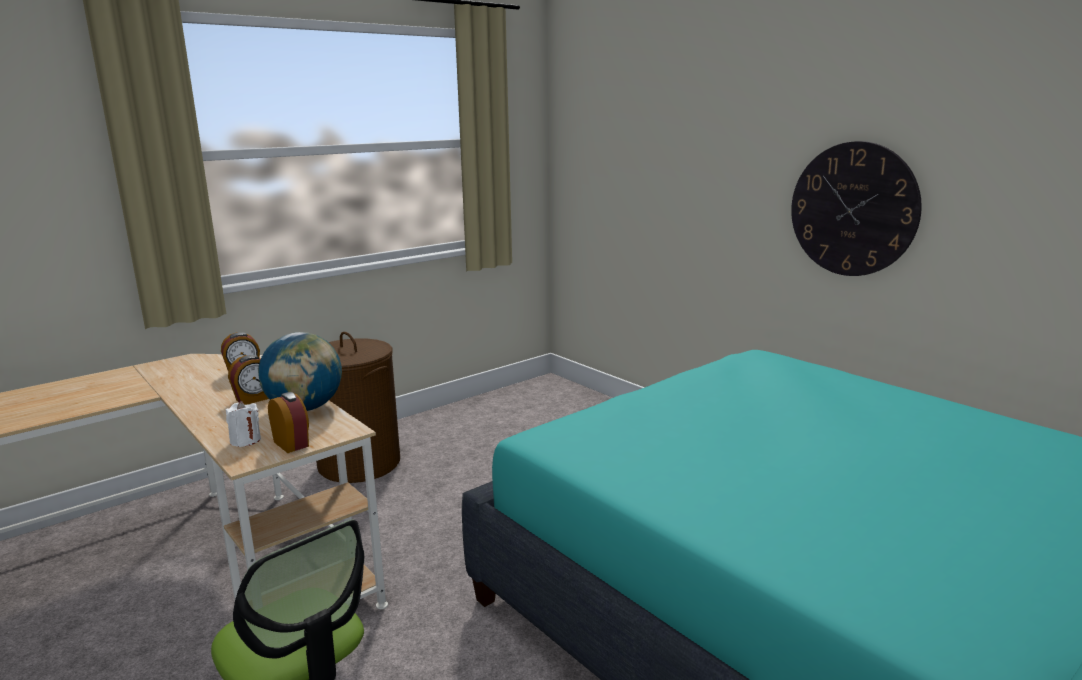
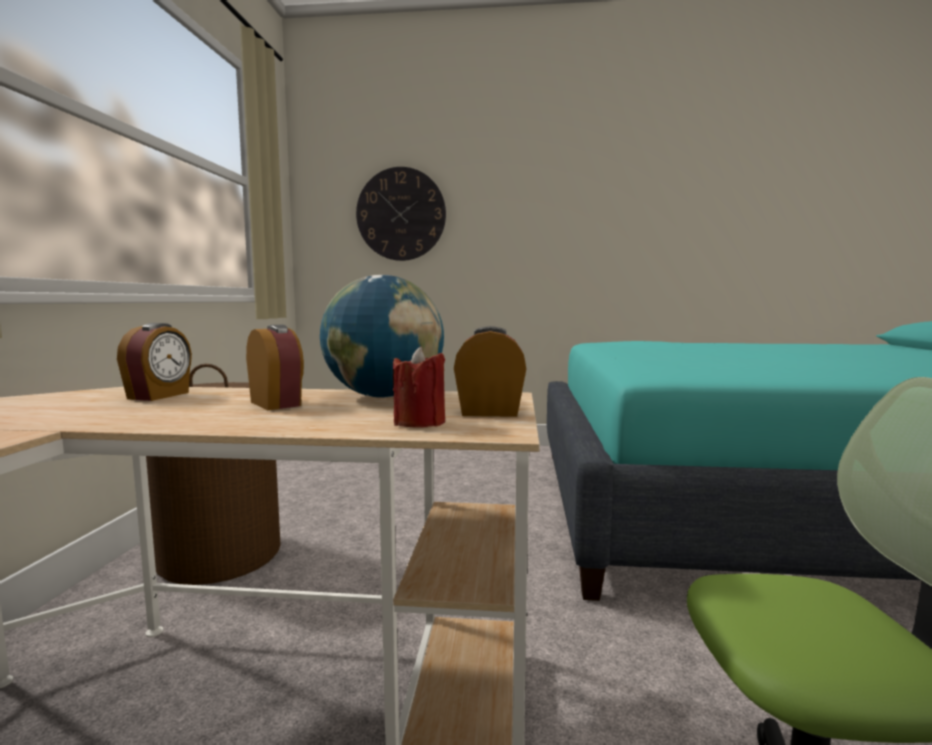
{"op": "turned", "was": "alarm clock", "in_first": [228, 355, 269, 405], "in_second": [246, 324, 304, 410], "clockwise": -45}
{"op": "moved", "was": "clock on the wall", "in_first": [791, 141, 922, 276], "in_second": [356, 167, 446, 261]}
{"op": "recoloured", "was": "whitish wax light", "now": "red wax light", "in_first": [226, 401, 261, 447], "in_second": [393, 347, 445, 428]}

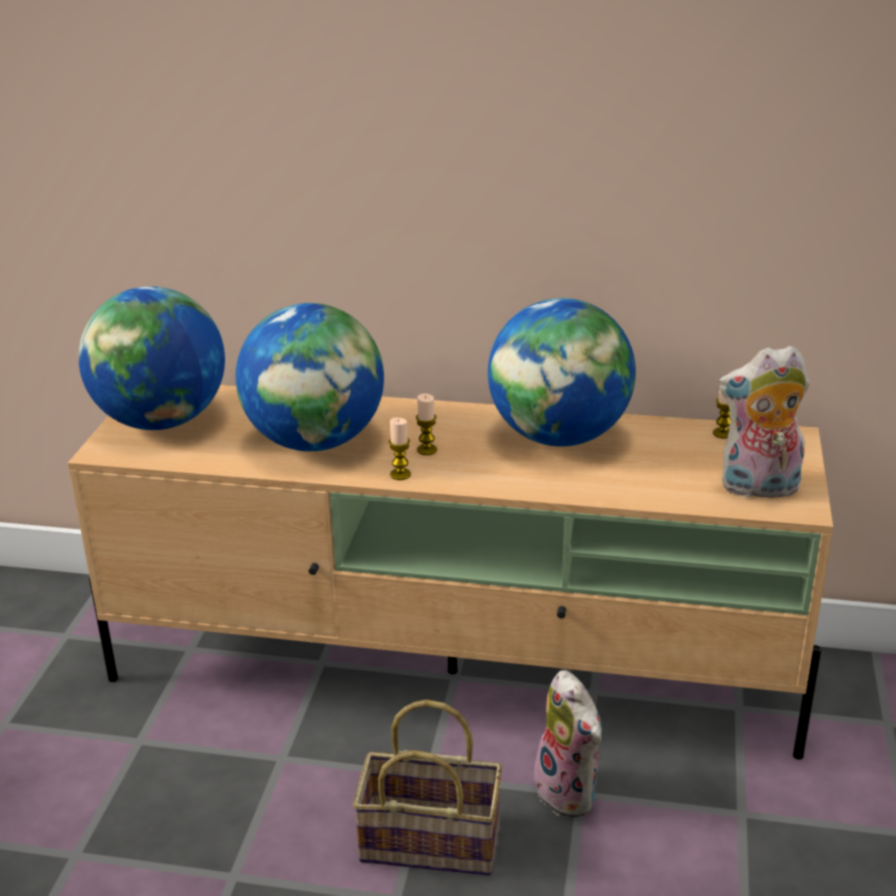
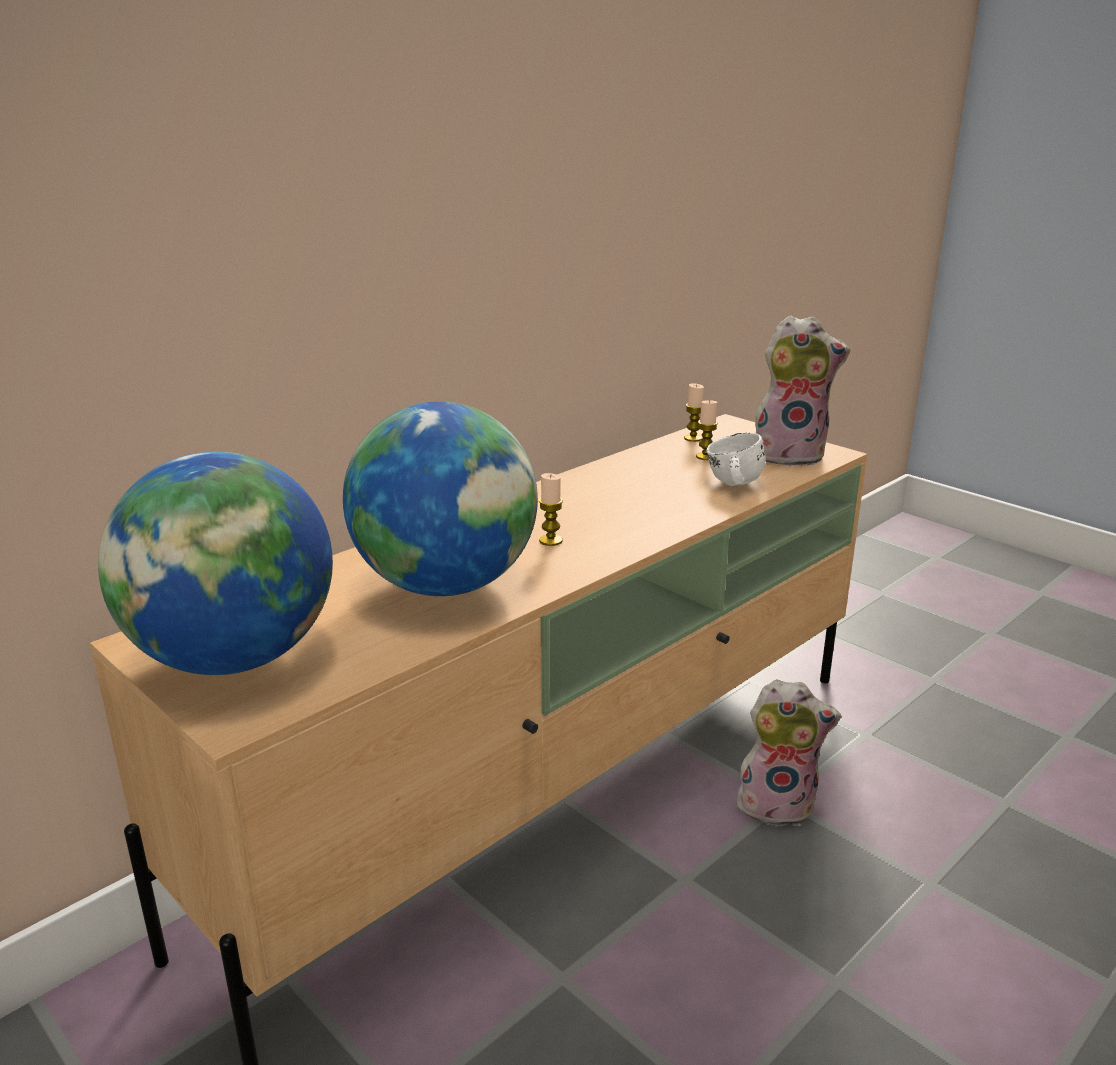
{"op": "moved", "was": "wax light", "in_first": [389, 418, 411, 480], "in_second": [696, 400, 718, 460]}
{"op": "added", "now": "whitish mug", "in_second": [706, 433, 766, 486]}
{"op": "turned", "was": "soft toy", "in_first": [718, 346, 810, 498], "in_second": [755, 315, 850, 466], "clockwise": -120}
{"op": "removed", "was": "basket", "in_first": [353, 699, 502, 876]}
{"op": "removed", "was": "desk globe", "in_first": [488, 298, 636, 447]}

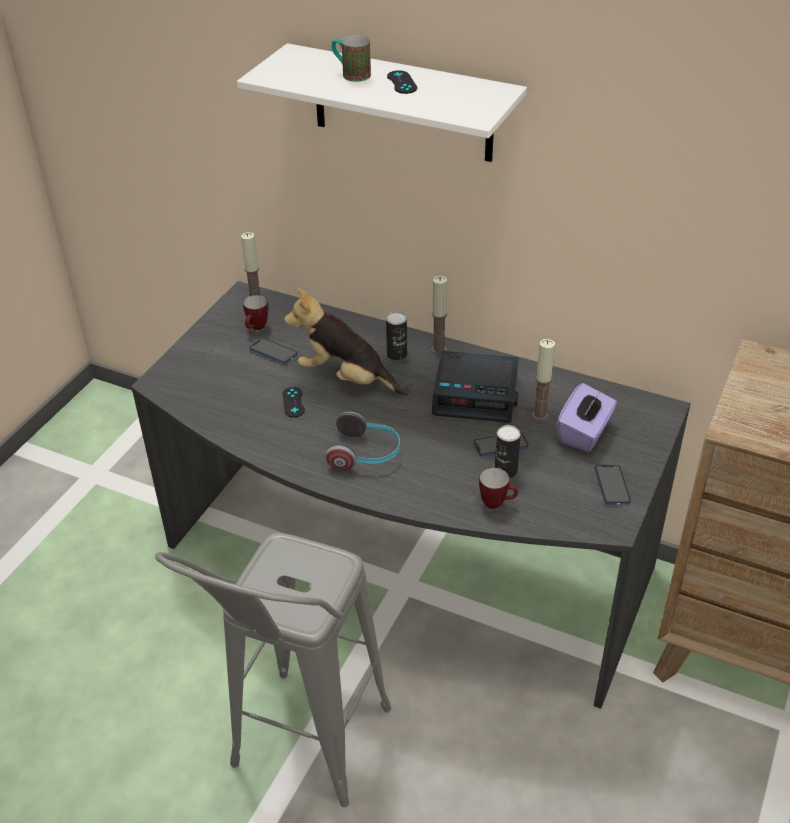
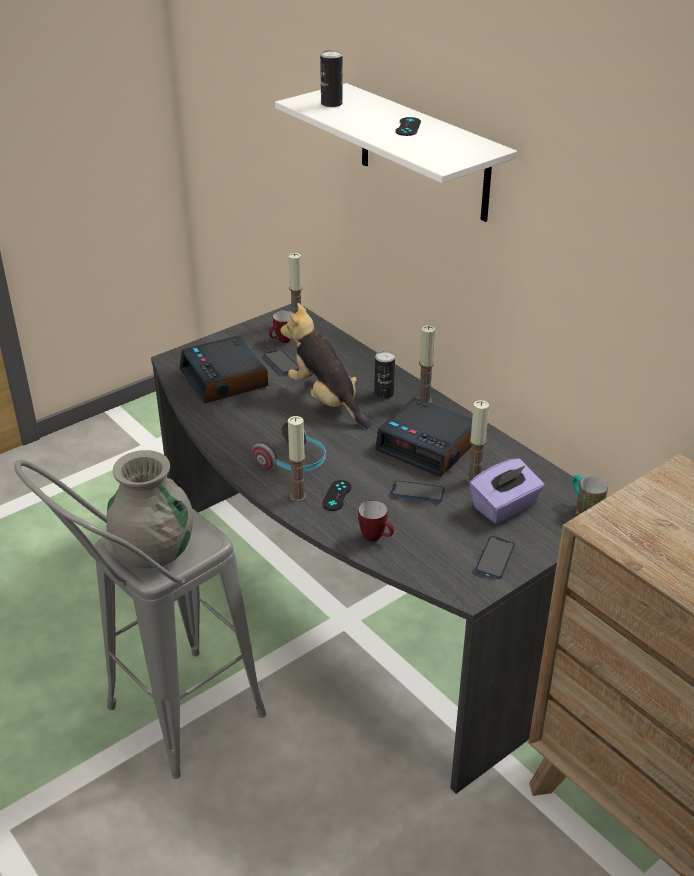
{"op": "added", "now": "gray flower vase", "in_second": [106, 450, 193, 568]}
{"op": "added", "now": "alarm clock", "in_second": [179, 336, 268, 403]}
{"op": "added", "now": "wax light", "in_second": [288, 416, 306, 502]}
{"op": "moved", "was": "sealed can", "in_first": [495, 425, 521, 478], "in_second": [320, 50, 343, 107]}
{"op": "moved", "was": "black joypad", "in_first": [283, 387, 305, 418], "in_second": [322, 480, 351, 511]}
{"op": "moved", "was": "mug", "in_first": [332, 35, 371, 82], "in_second": [573, 474, 608, 515]}

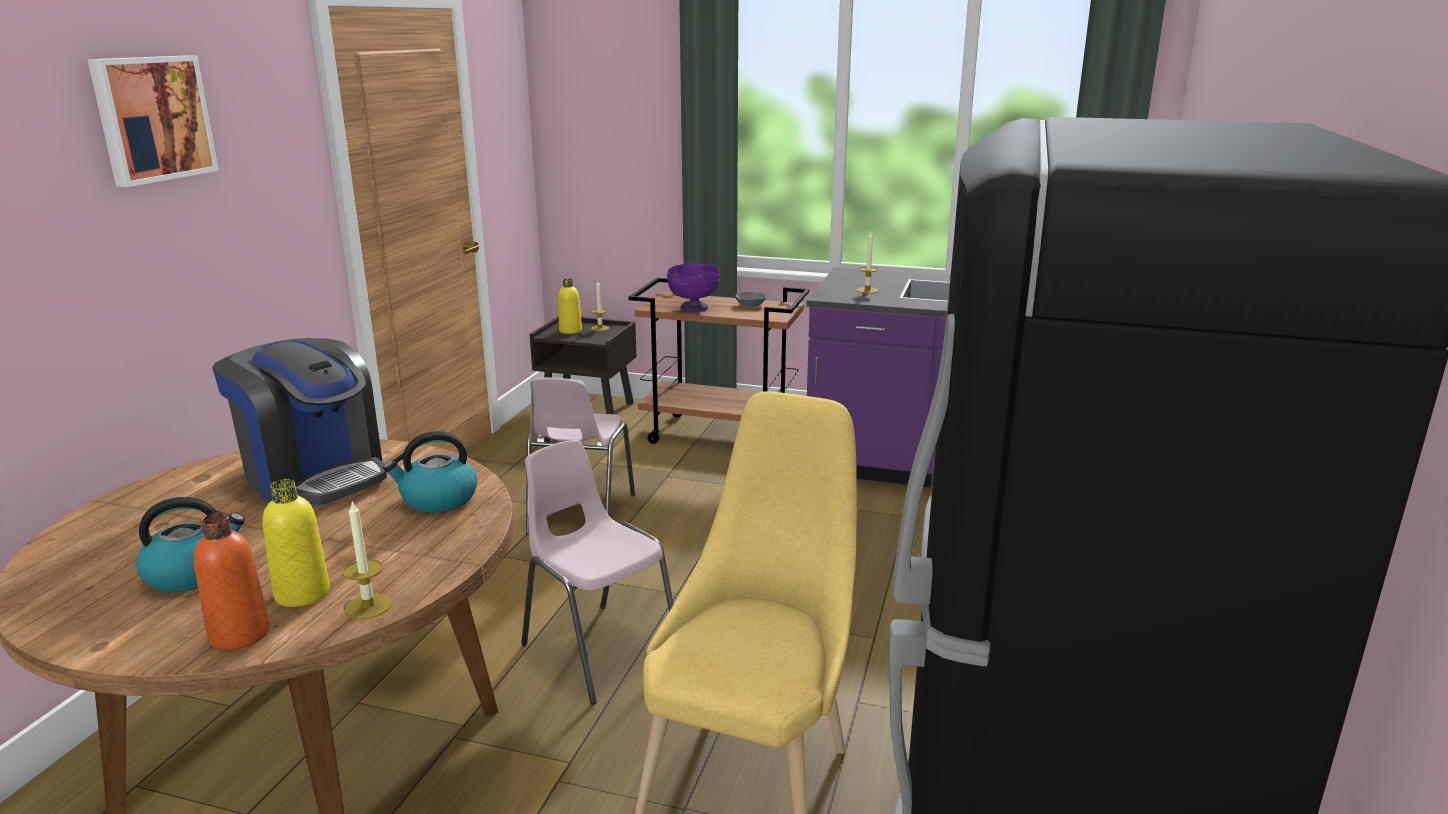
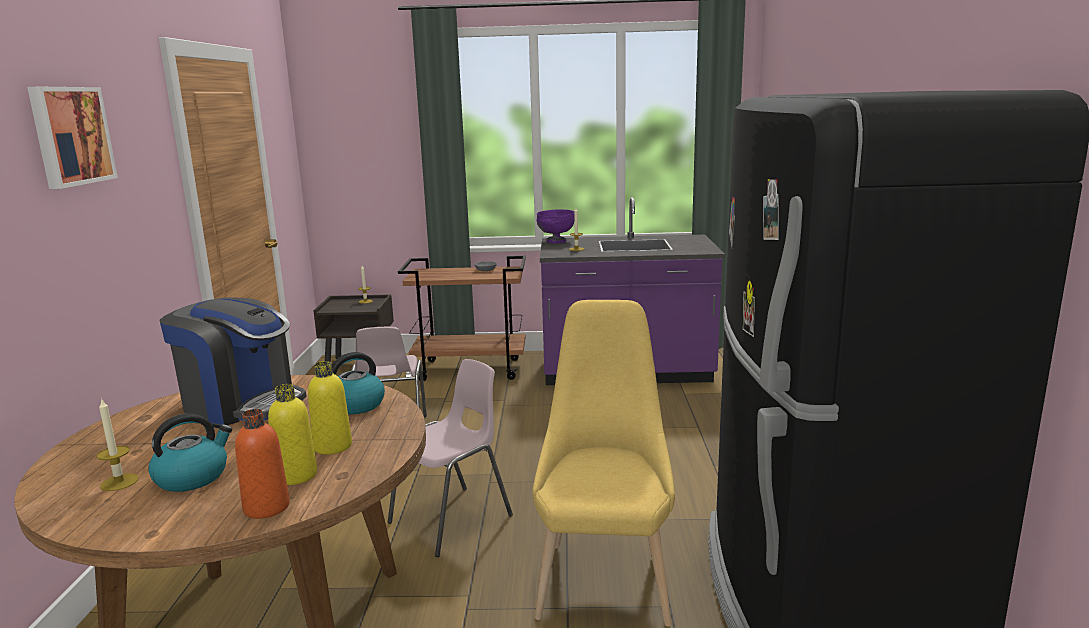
{"op": "moved", "was": "wax light", "in_first": [343, 500, 392, 619], "in_second": [96, 400, 139, 491]}
{"op": "moved", "was": "yellow drink bottle", "in_first": [558, 279, 582, 334], "in_second": [308, 361, 352, 455]}
{"op": "turned", "was": "pinkish upright chair", "in_first": [521, 440, 674, 705], "in_second": [388, 359, 513, 557], "clockwise": 105}
{"op": "moved", "was": "purple-coloured serving bowl", "in_first": [667, 263, 720, 312], "in_second": [537, 209, 574, 244]}

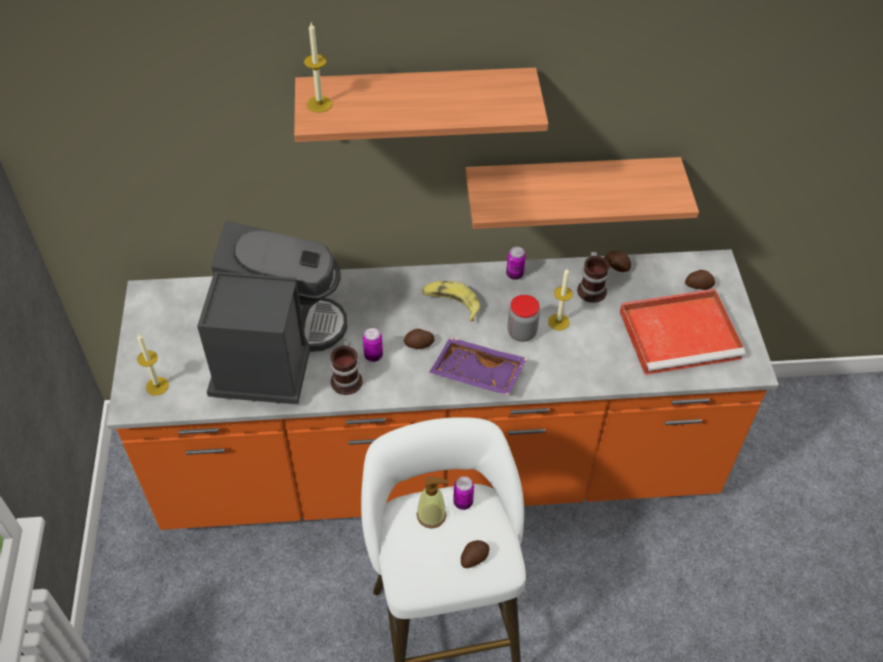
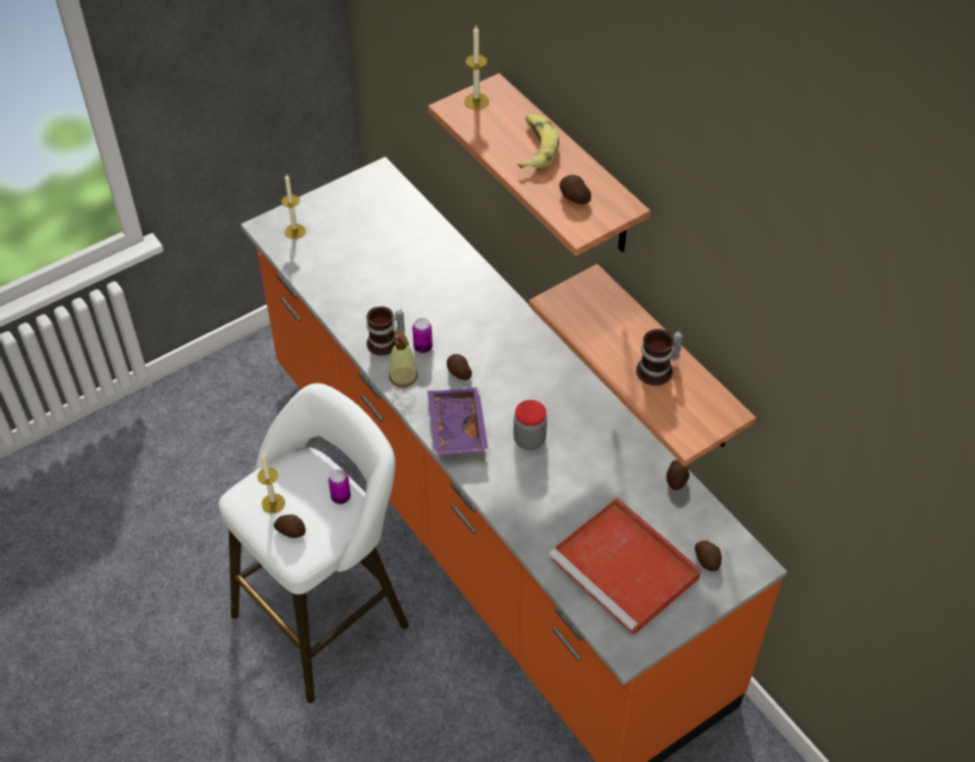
{"op": "moved", "was": "wax light", "in_first": [548, 268, 573, 330], "in_second": [257, 452, 285, 513]}
{"op": "moved", "was": "soap dispenser", "in_first": [417, 477, 448, 528], "in_second": [389, 329, 418, 387]}
{"op": "moved", "was": "banana fruit", "in_first": [422, 281, 480, 321], "in_second": [517, 113, 559, 169]}
{"op": "added", "now": "potato", "in_second": [559, 175, 591, 204]}
{"op": "moved", "was": "mug", "in_first": [577, 252, 610, 303], "in_second": [636, 329, 683, 386]}
{"op": "removed", "was": "coffee maker", "in_first": [197, 221, 347, 404]}
{"op": "removed", "was": "sealed can", "in_first": [506, 247, 526, 280]}

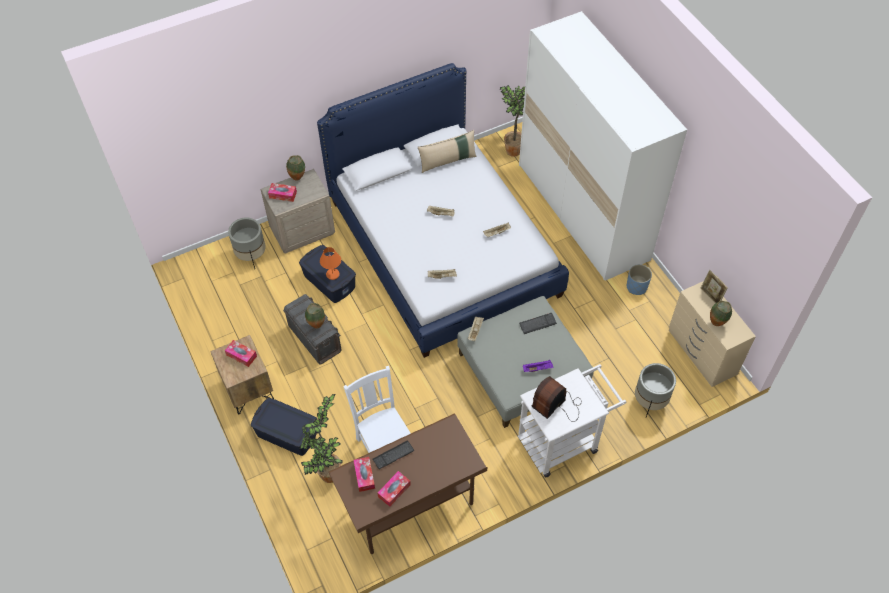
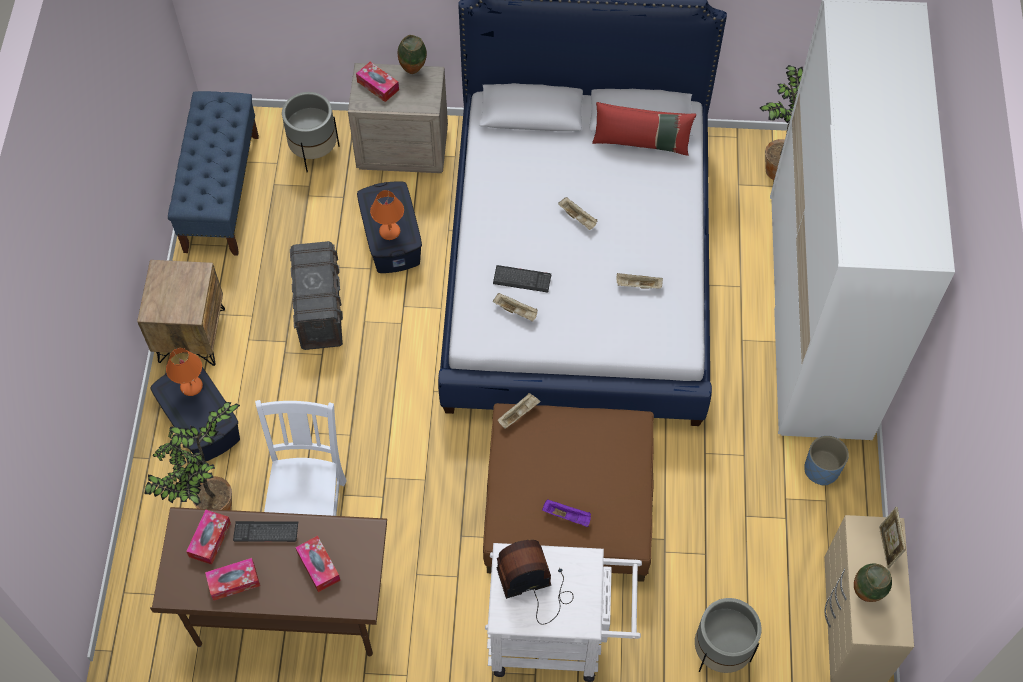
{"op": "added", "now": "orange lamp for a table", "in_second": [166, 348, 203, 396]}
{"op": "added", "now": "blue-coloured long seat", "in_second": [168, 91, 259, 256]}
{"op": "moved", "was": "tissue box", "in_first": [225, 340, 257, 367], "in_second": [295, 536, 341, 592]}
{"op": "recoloured", "was": "gray pouffe", "now": "brown-coloured pouffe", "in_first": [457, 296, 594, 428], "in_second": [483, 403, 654, 582]}
{"op": "moved", "was": "keyboard", "in_first": [519, 313, 557, 334], "in_second": [493, 265, 551, 292]}
{"op": "recoloured", "was": "beige cushion", "now": "red cushion", "in_first": [418, 130, 477, 173], "in_second": [592, 102, 696, 156]}
{"op": "removed", "was": "flower vase", "in_first": [305, 303, 325, 329]}

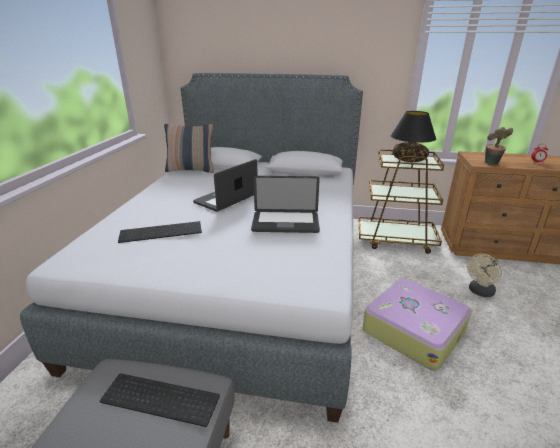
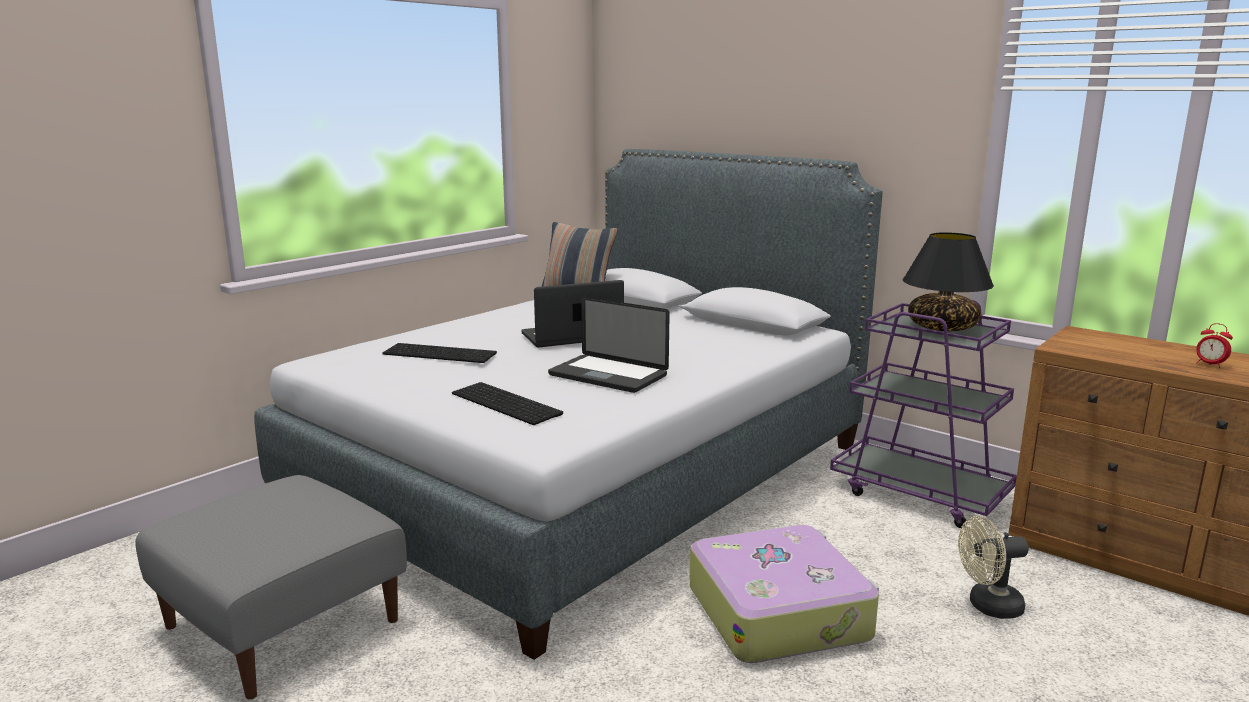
{"op": "moved", "was": "keyboard", "in_first": [100, 373, 220, 427], "in_second": [452, 382, 563, 425]}
{"op": "recoloured", "was": "brown-coloured wheeled cart", "now": "purple-coloured wheeled cart", "in_first": [359, 143, 444, 254], "in_second": [830, 300, 1017, 528]}
{"op": "removed", "was": "plant in a pot", "in_first": [485, 127, 513, 164]}

